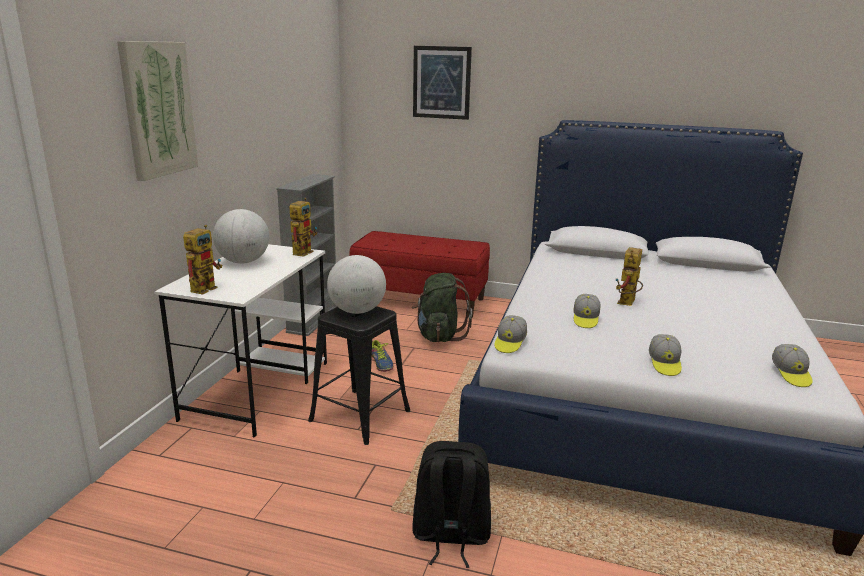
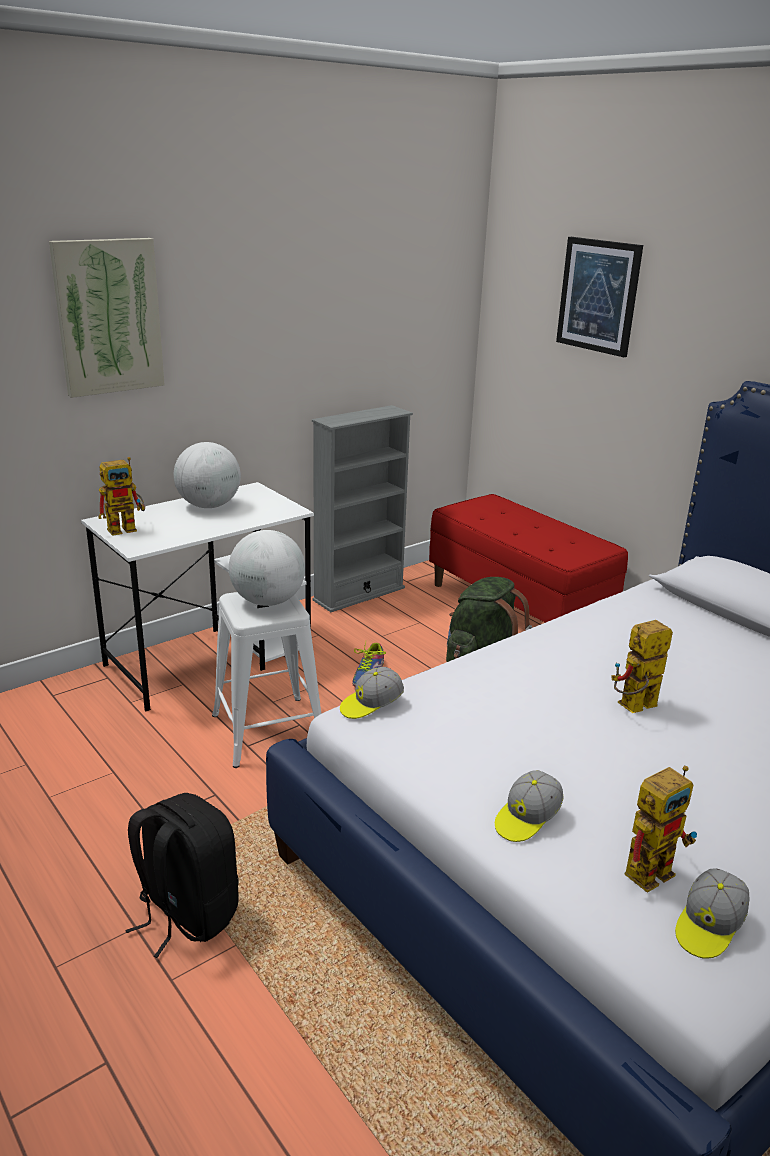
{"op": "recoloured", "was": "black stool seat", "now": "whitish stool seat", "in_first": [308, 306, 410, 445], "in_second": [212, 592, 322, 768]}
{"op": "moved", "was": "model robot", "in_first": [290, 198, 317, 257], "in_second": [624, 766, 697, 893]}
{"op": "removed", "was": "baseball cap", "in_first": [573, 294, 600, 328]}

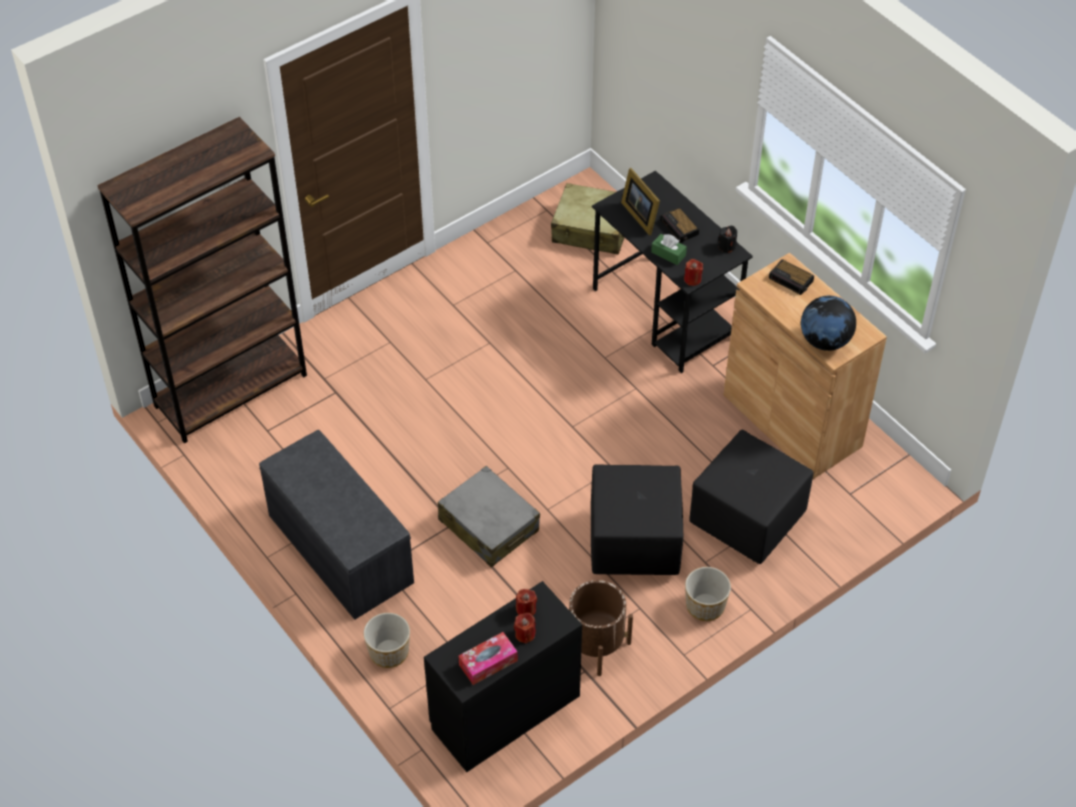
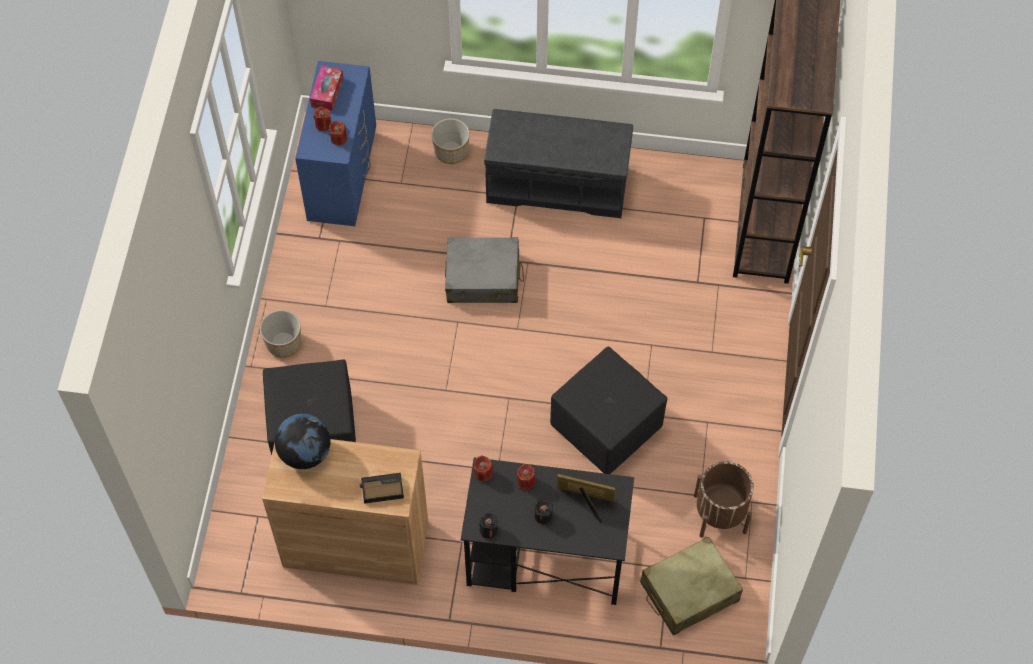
{"op": "recoloured", "was": "black dresser", "now": "blue-coloured dresser", "in_first": [424, 581, 582, 772], "in_second": [295, 61, 376, 226]}
{"op": "replaced", "was": "green-coloured tissue box", "now": "red wax light", "in_first": [651, 234, 687, 265], "in_second": [517, 464, 535, 490]}
{"op": "replaced", "was": "alarm clock", "now": "black wax light", "in_first": [661, 207, 699, 243], "in_second": [534, 499, 553, 524]}
{"op": "moved", "was": "black pouffe", "in_first": [591, 464, 683, 575], "in_second": [550, 347, 667, 474]}
{"op": "moved", "was": "brown-coloured plant pot", "in_first": [569, 580, 633, 676], "in_second": [694, 461, 754, 538]}

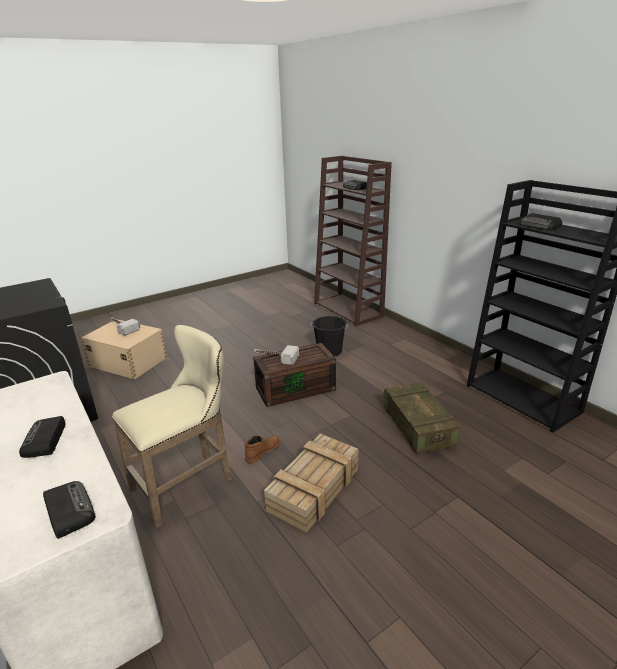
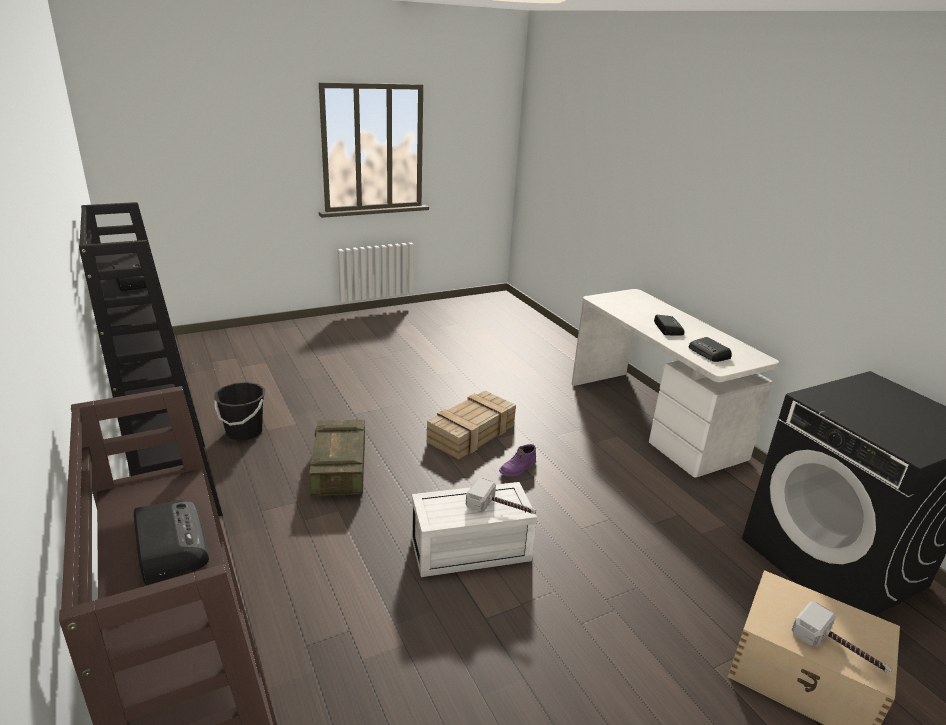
{"op": "moved", "was": "black pail", "in_first": [312, 316, 348, 356], "in_second": [214, 382, 265, 441]}
{"op": "recoloured", "was": "brown-coloured storage bin", "now": "whitish storage bin", "in_first": [253, 343, 336, 407], "in_second": [411, 482, 537, 577]}
{"op": "recoloured", "was": "brown-coloured high-top boot", "now": "purple-coloured high-top boot", "in_first": [245, 435, 280, 464], "in_second": [499, 444, 536, 477]}
{"op": "moved", "was": "radio", "in_first": [43, 481, 96, 539], "in_second": [689, 337, 732, 362]}
{"op": "removed", "was": "beige stool seat", "in_first": [112, 325, 232, 529]}

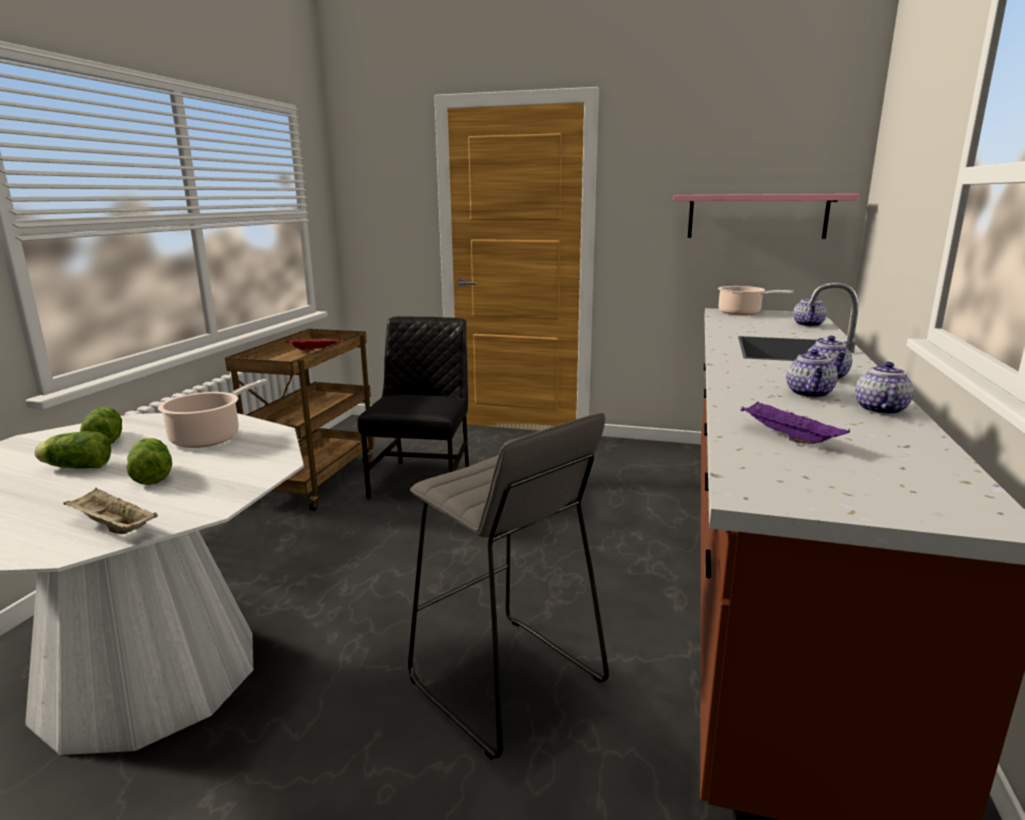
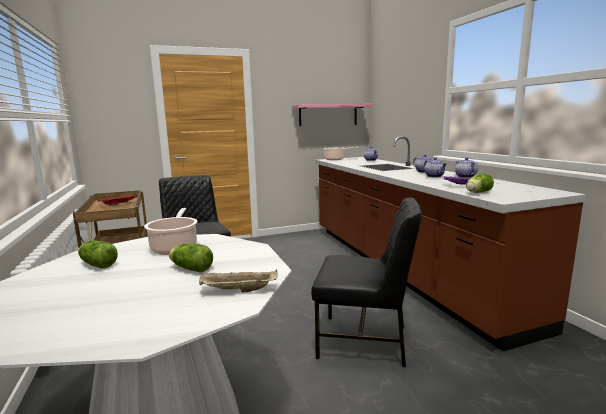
{"op": "replaced", "was": "gray stool seat", "now": "black upright chair", "in_first": [408, 412, 609, 760], "in_second": [311, 197, 422, 367]}
{"op": "moved", "was": "lettuce", "in_first": [34, 431, 111, 469], "in_second": [466, 173, 494, 193]}

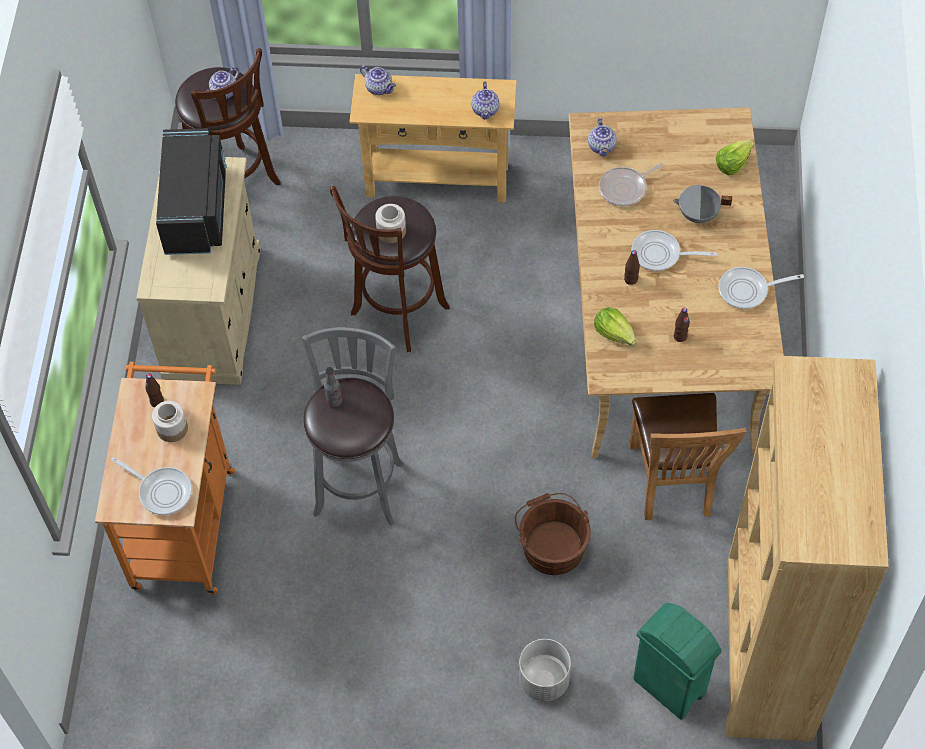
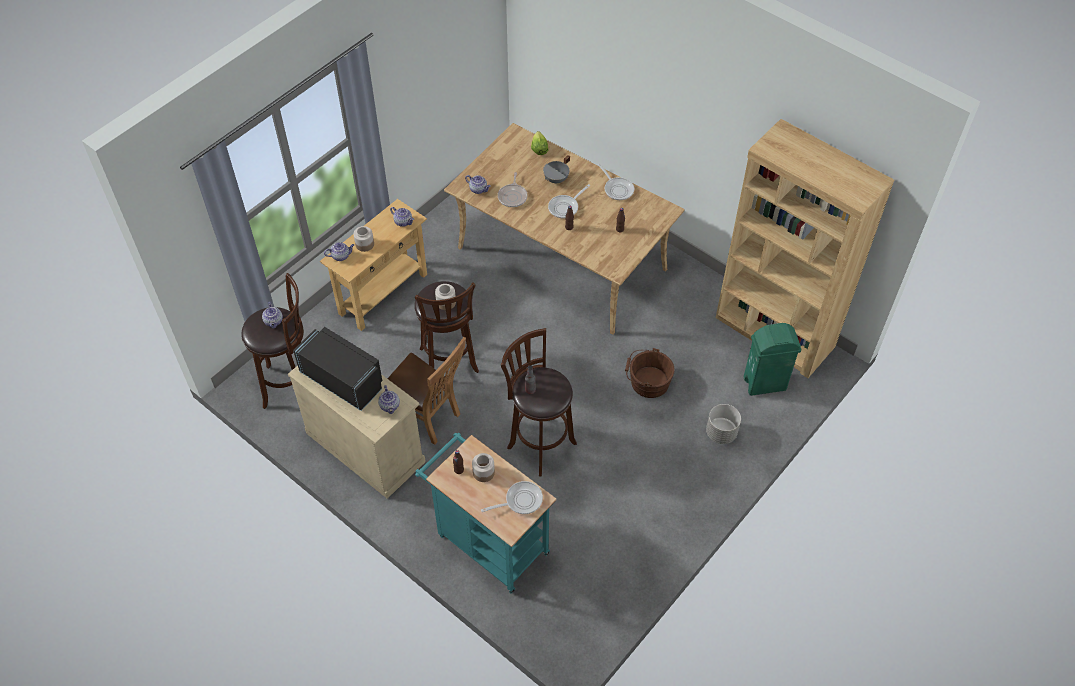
{"op": "added", "now": "storage jar", "in_second": [354, 226, 374, 252]}
{"op": "added", "now": "tea pot", "in_second": [378, 385, 400, 414]}
{"op": "moved", "was": "brown-coloured upright chair", "in_first": [630, 393, 746, 520], "in_second": [387, 337, 466, 445]}
{"op": "recoloured", "was": "orange wheeled cart", "now": "turquoise-coloured wheeled cart", "in_first": [95, 362, 235, 594], "in_second": [415, 433, 556, 594]}
{"op": "recoloured", "was": "gray stool seat", "now": "brown-coloured stool seat", "in_first": [301, 327, 404, 525], "in_second": [501, 328, 577, 476]}
{"op": "turned", "was": "pan", "in_first": [718, 267, 804, 309], "in_second": [598, 163, 634, 200], "clockwise": -60}
{"op": "removed", "was": "lettuce", "in_first": [594, 307, 636, 345]}

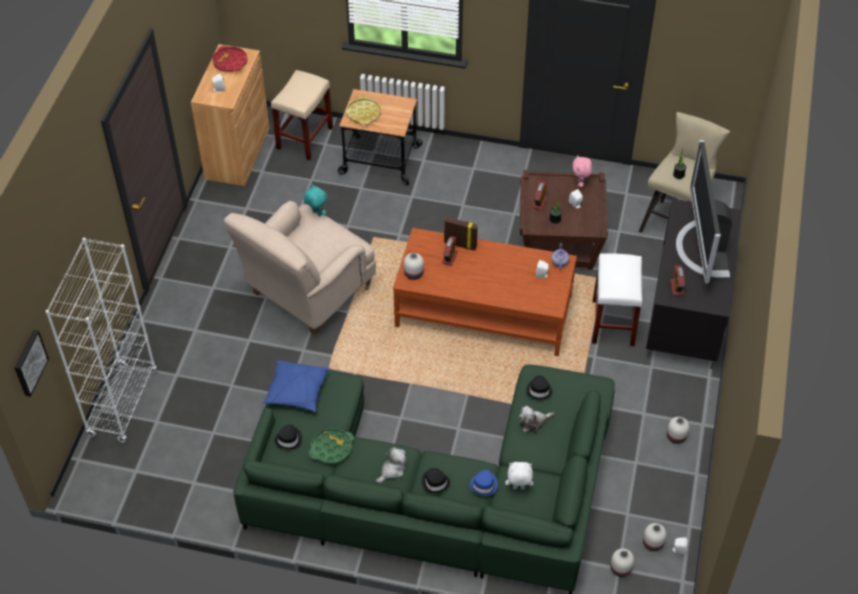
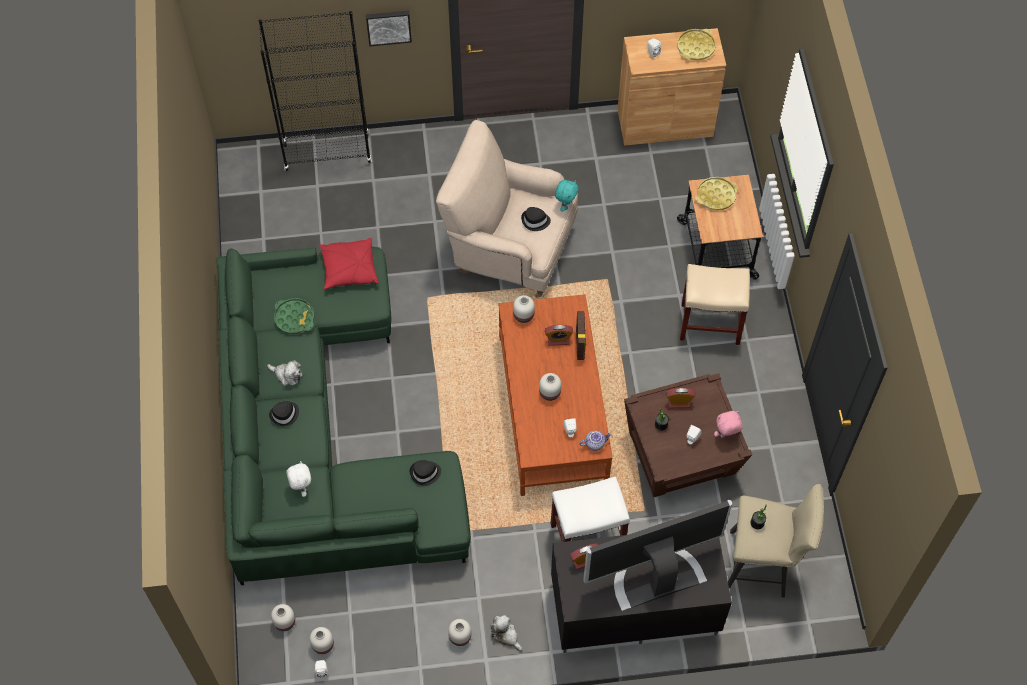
{"op": "recoloured", "was": "whitish bookshelf", "now": "black bookshelf", "in_first": [46, 238, 157, 443], "in_second": [259, 11, 372, 171]}
{"op": "recoloured", "was": "blue-coloured cushion", "now": "red cushion", "in_first": [263, 361, 330, 412], "in_second": [320, 238, 379, 289]}
{"op": "moved", "was": "picture", "in_first": [14, 330, 49, 397], "in_second": [366, 11, 412, 46]}
{"op": "moved", "was": "soft toy", "in_first": [519, 406, 554, 433], "in_second": [490, 615, 522, 651]}
{"op": "moved", "was": "black wearable hat", "in_first": [275, 424, 302, 450], "in_second": [521, 207, 551, 231]}
{"op": "added", "now": "whitish flower vase", "in_second": [539, 373, 561, 401]}
{"op": "recoloured", "was": "red tray", "now": "yellow tray", "in_first": [212, 46, 248, 72], "in_second": [677, 29, 716, 61]}
{"op": "moved", "was": "beige stool seat", "in_first": [271, 70, 333, 161], "in_second": [680, 264, 750, 345]}
{"op": "removed", "was": "blue-coloured wearable hat", "in_first": [469, 470, 498, 496]}

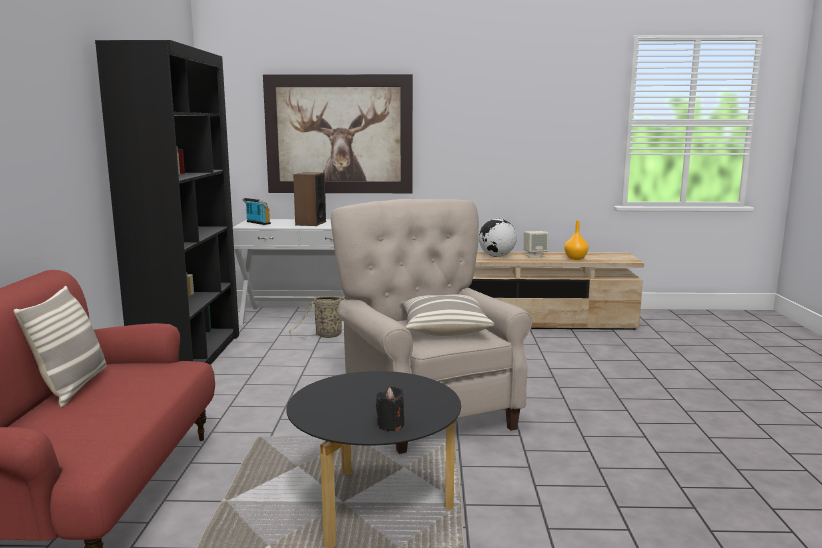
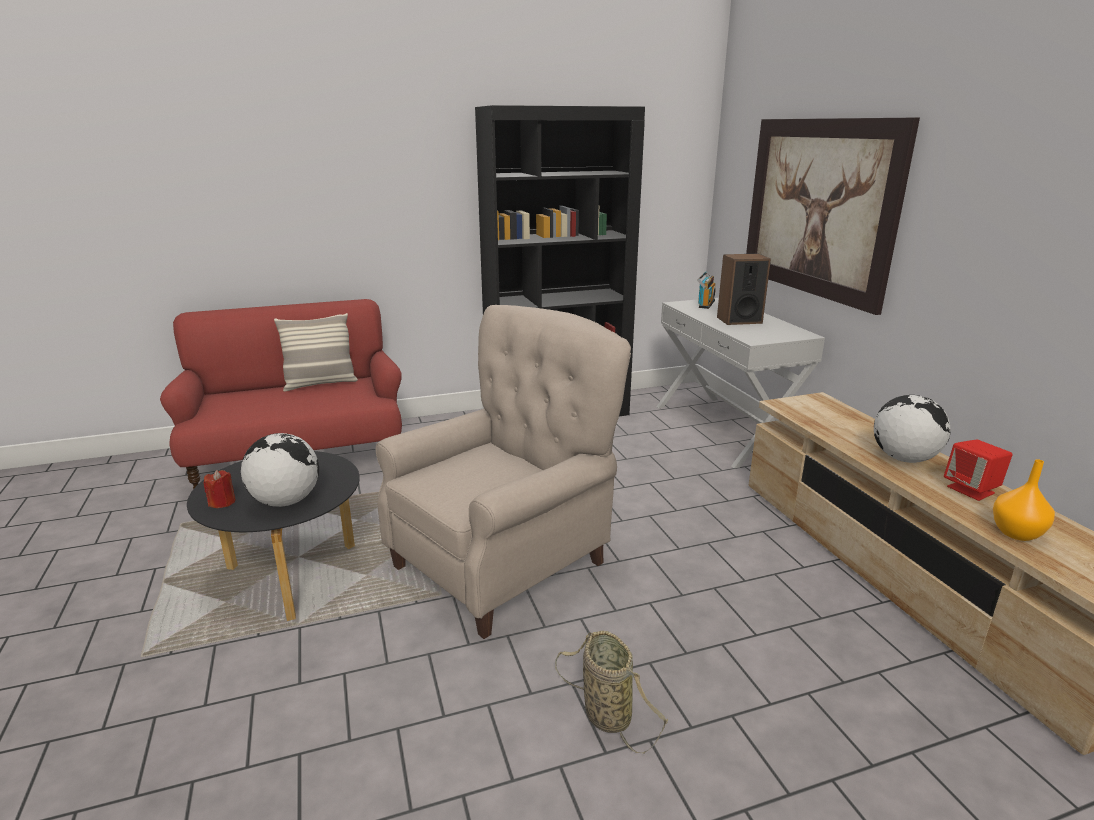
{"op": "recoloured", "was": "black wax light", "now": "red wax light", "in_first": [376, 386, 404, 431], "in_second": [204, 470, 236, 508]}
{"op": "added", "now": "desk globe", "in_second": [241, 433, 319, 507]}
{"op": "moved", "was": "basket", "in_first": [289, 296, 345, 338], "in_second": [555, 631, 668, 754]}
{"op": "recoloured", "was": "beige audio speaker", "now": "red audio speaker", "in_first": [524, 231, 549, 257], "in_second": [944, 439, 1013, 501]}
{"op": "removed", "was": "cushion", "in_first": [401, 294, 495, 336]}

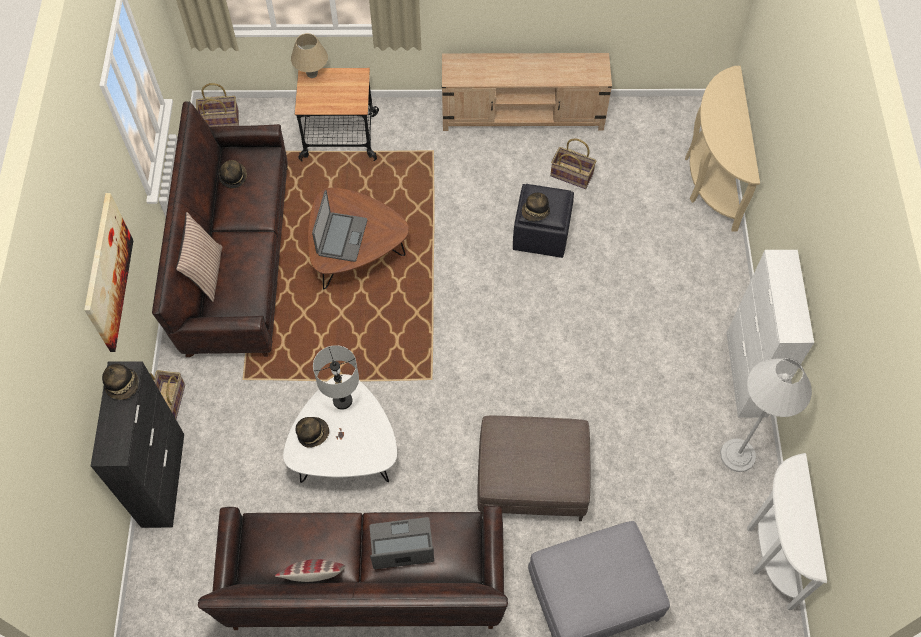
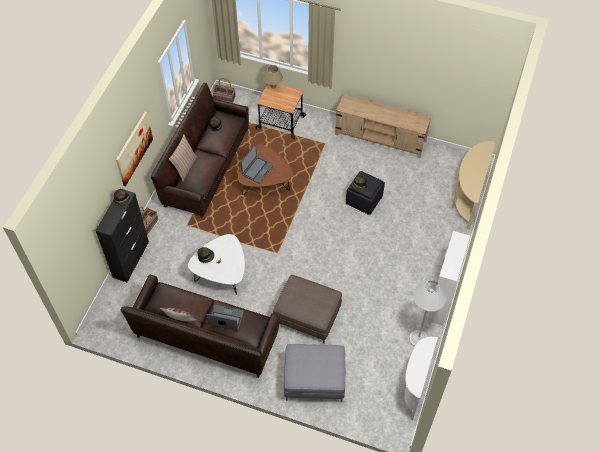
{"op": "removed", "was": "gray lamp for a table", "in_first": [313, 345, 359, 410]}
{"op": "removed", "was": "basket", "in_first": [550, 138, 596, 189]}

